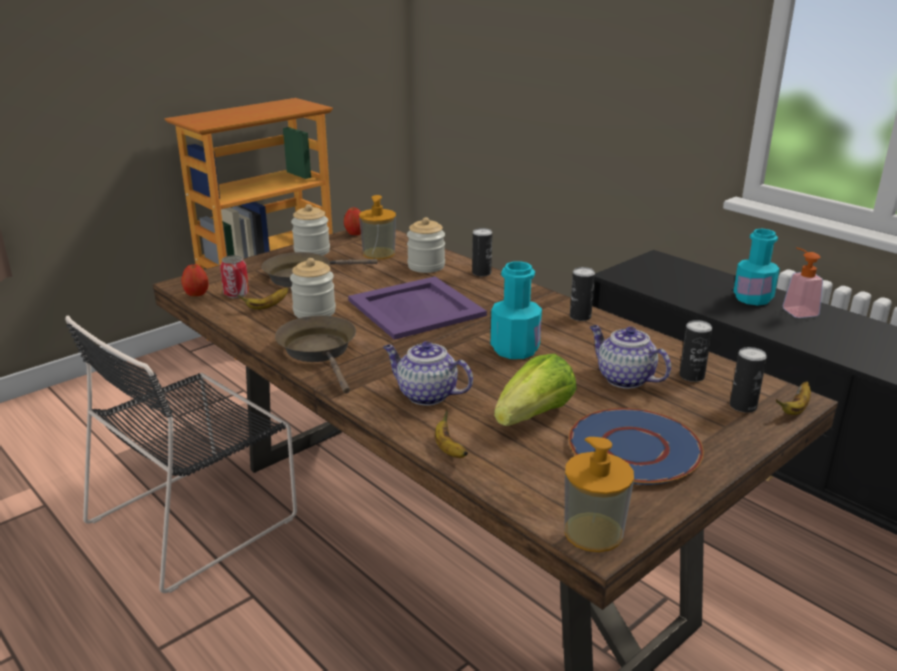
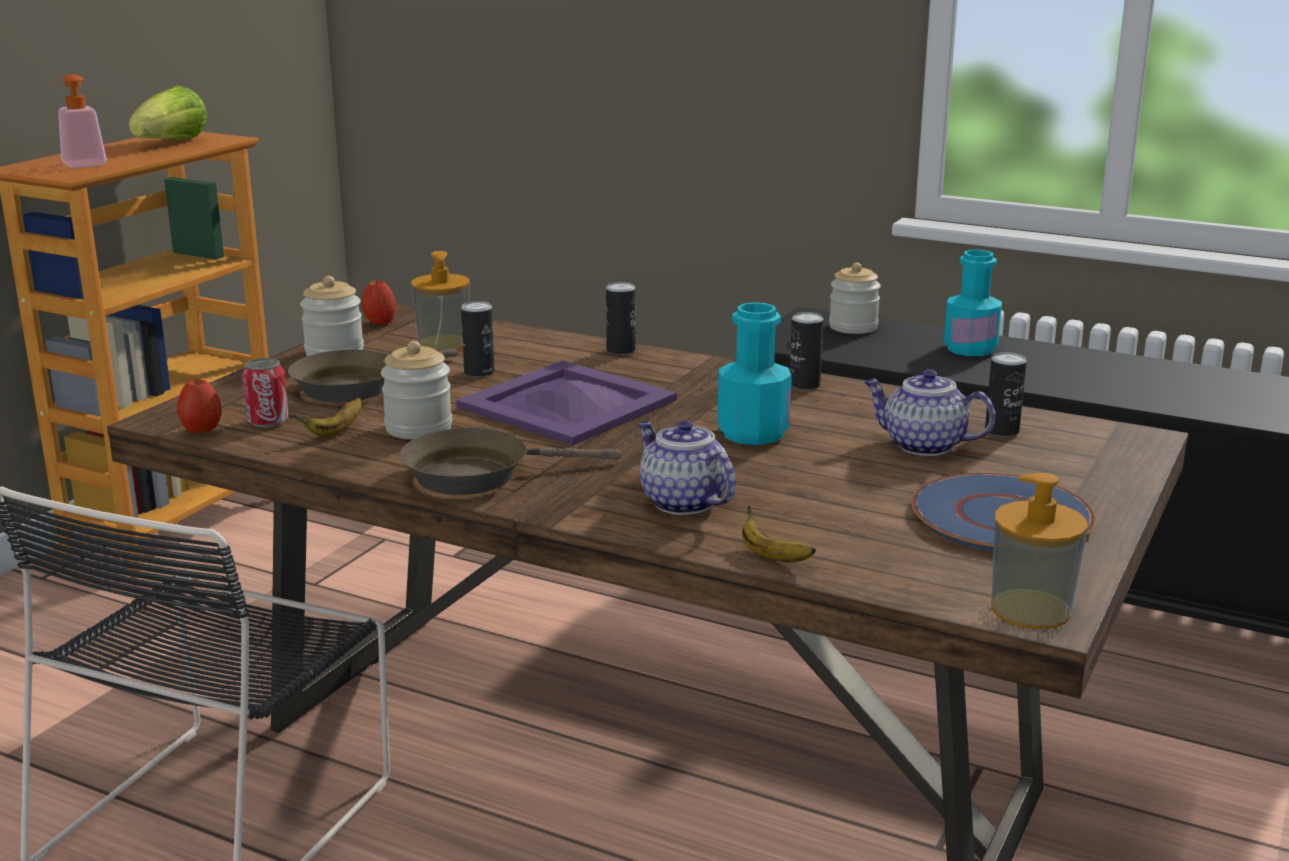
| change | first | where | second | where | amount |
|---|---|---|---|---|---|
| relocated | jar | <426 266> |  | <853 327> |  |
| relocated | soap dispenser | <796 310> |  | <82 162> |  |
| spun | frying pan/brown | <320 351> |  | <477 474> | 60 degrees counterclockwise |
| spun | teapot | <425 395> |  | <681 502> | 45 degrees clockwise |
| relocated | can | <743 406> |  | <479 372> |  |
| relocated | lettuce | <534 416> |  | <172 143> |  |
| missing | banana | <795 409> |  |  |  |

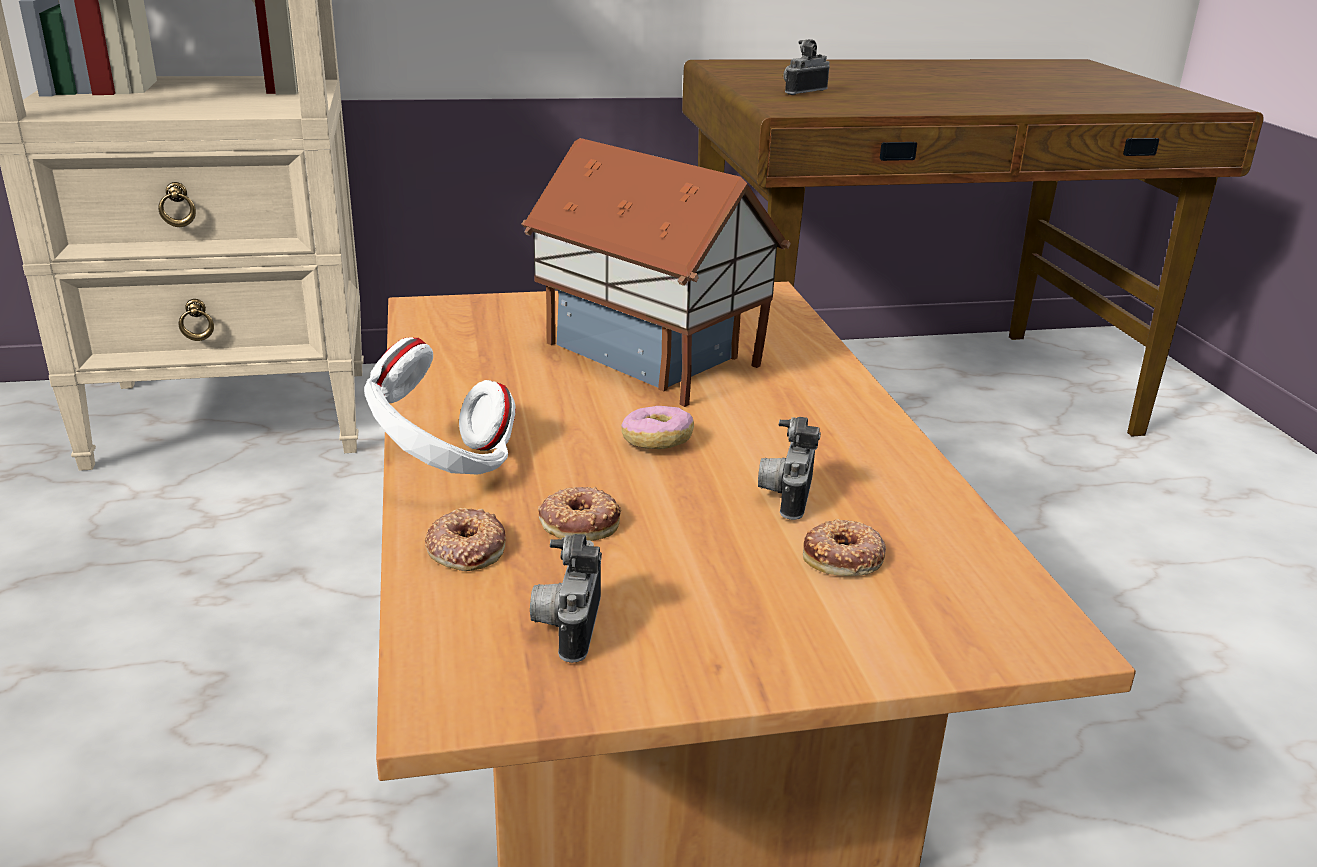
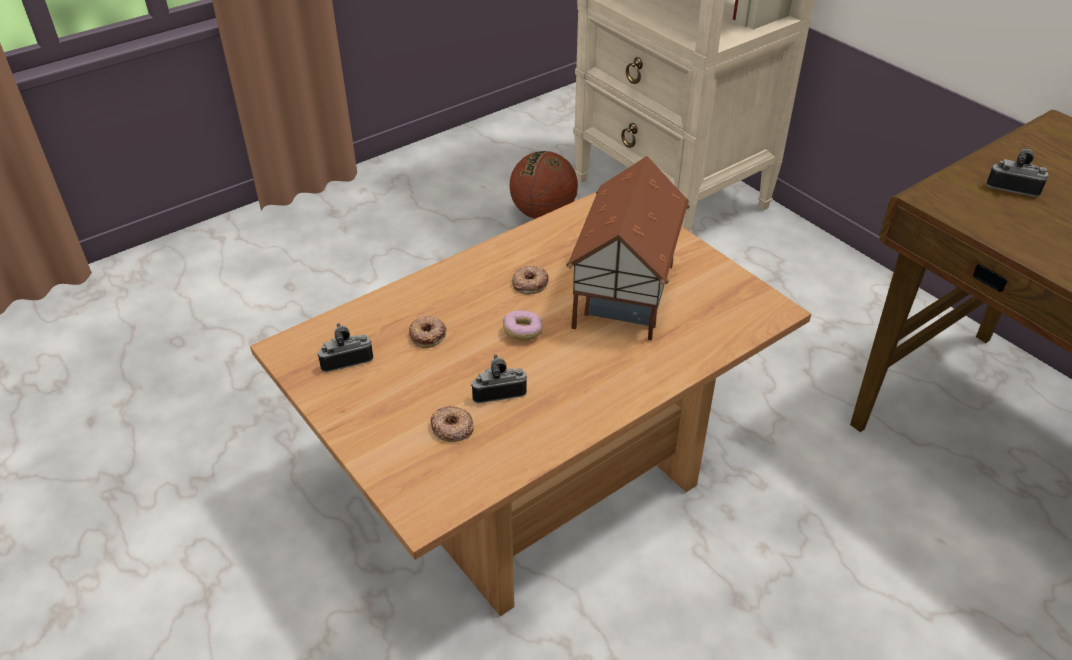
| change | first | where | second | where | amount |
|---|---|---|---|---|---|
| missing | headphones/white | <443 467> |  |  |  |
| relocated | donut | <466 548> |  | <529 283> |  |
| appeared |  |  | basketball | <543 213> |  |

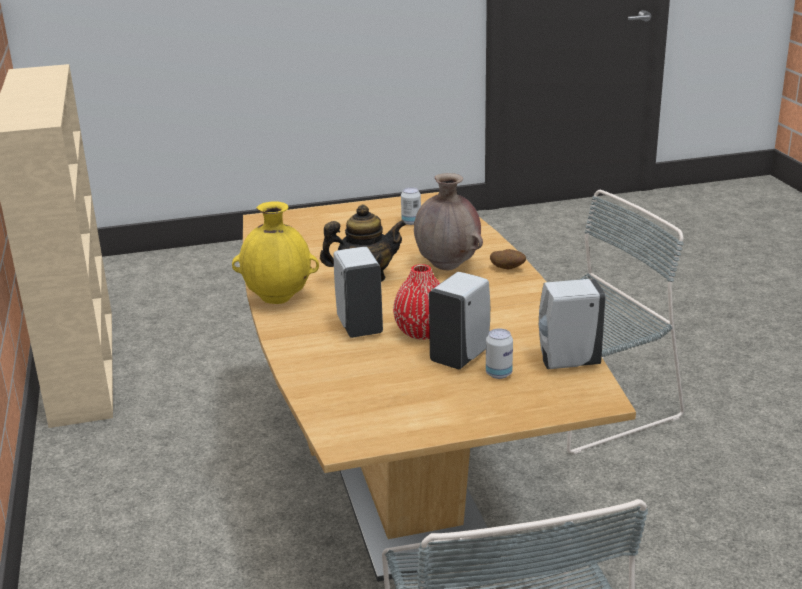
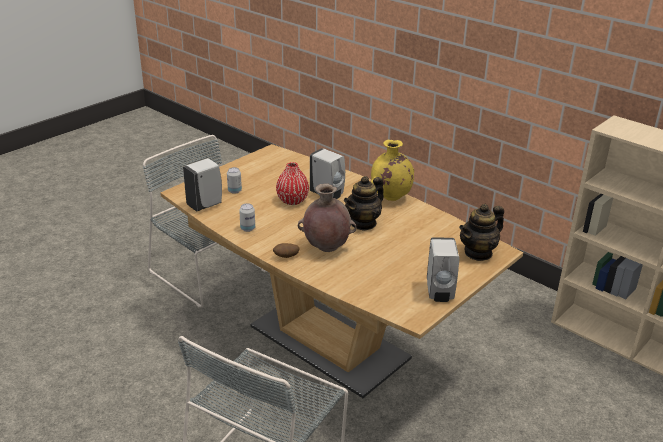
| change | first | where | second | where | amount |
|---|---|---|---|---|---|
| relocated | can | <411 222> |  | <247 229> |  |
| relocated | soap dispenser/white | <461 356> |  | <439 293> |  |
| appeared |  |  | teapot | <478 253> |  |

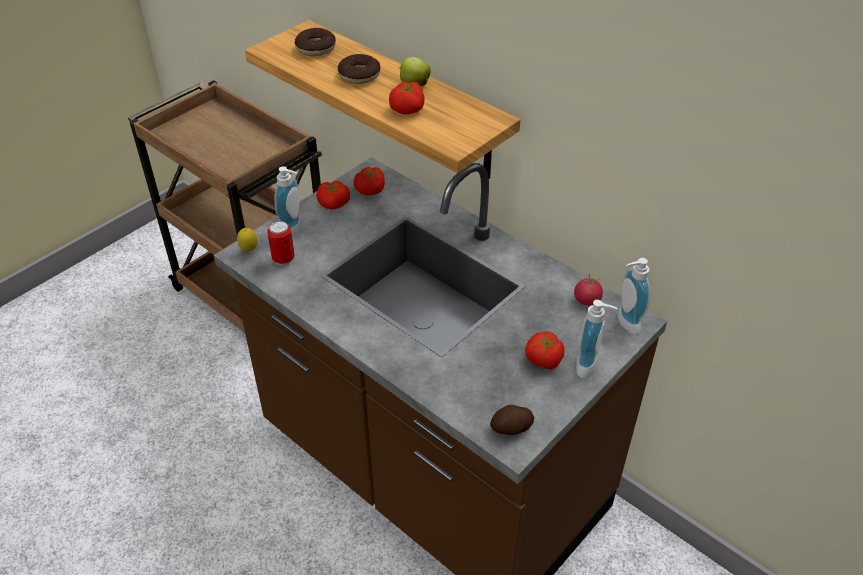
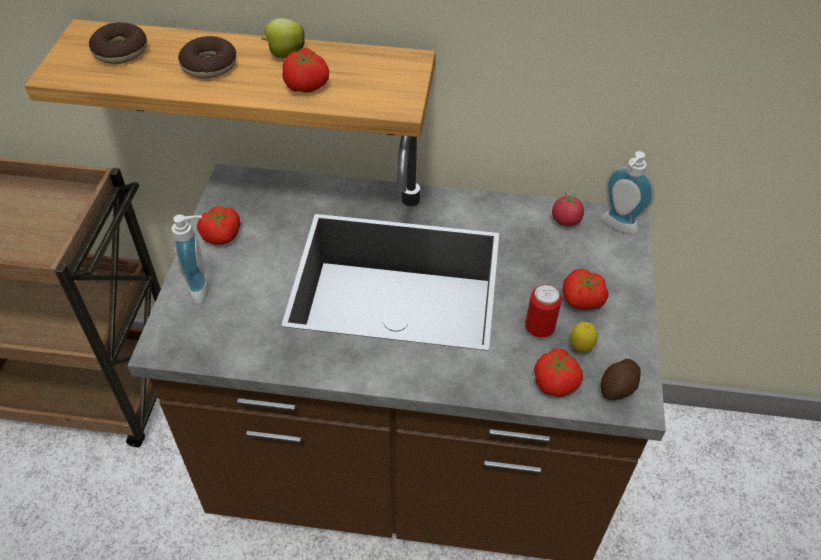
| change | first | where | second | where | amount |
|---|---|---|---|---|---|
| relocated | tomato | <371 190> |  | <556 382> |  |
| relocated | can | <283 259> |  | <539 329> |  |
| relocated | lemon | <249 250> |  | <580 348> |  |
| missing | soap dispenser | <590 366> |  |  |  |

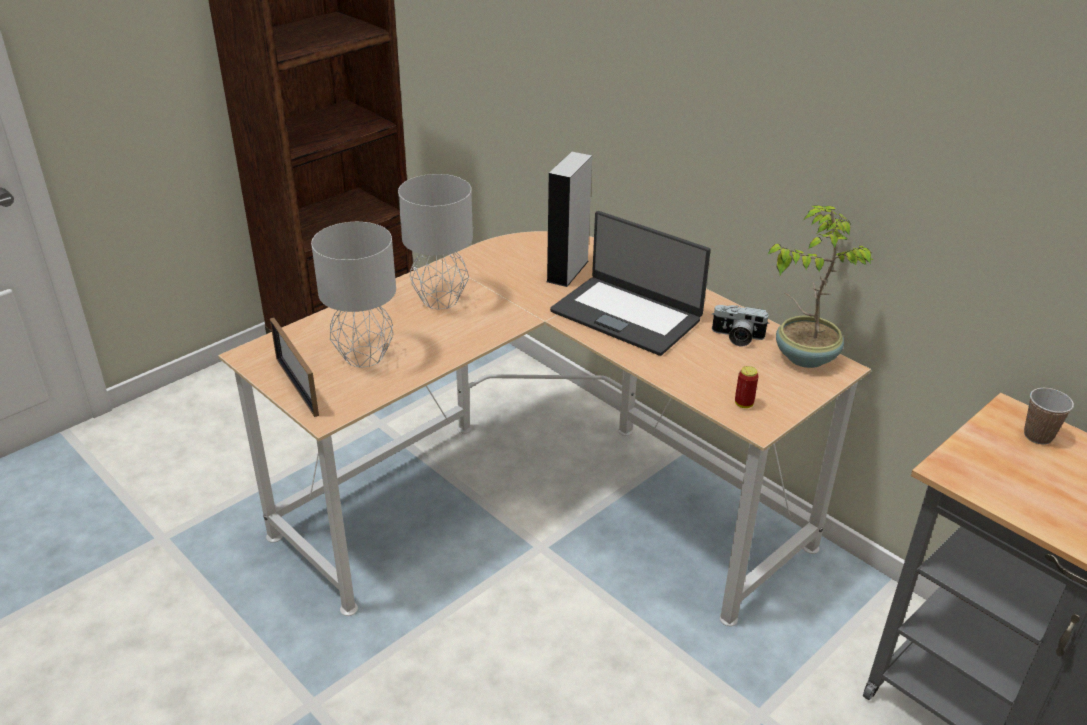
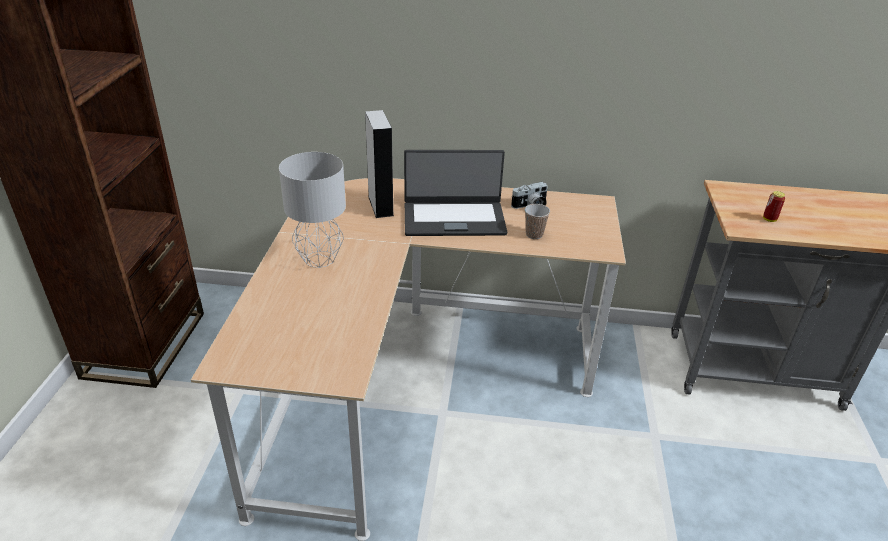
| change | first | where | second | where | amount |
|---|---|---|---|---|---|
| missing | potted plant | <804 356> |  |  |  |
| missing | table lamp/grey | <365 357> |  |  |  |
| missing | picture frame | <297 386> |  |  |  |
| relocated | can | <743 404> |  | <769 219> |  |
| relocated | cup | <1038 436> |  | <534 235> |  |

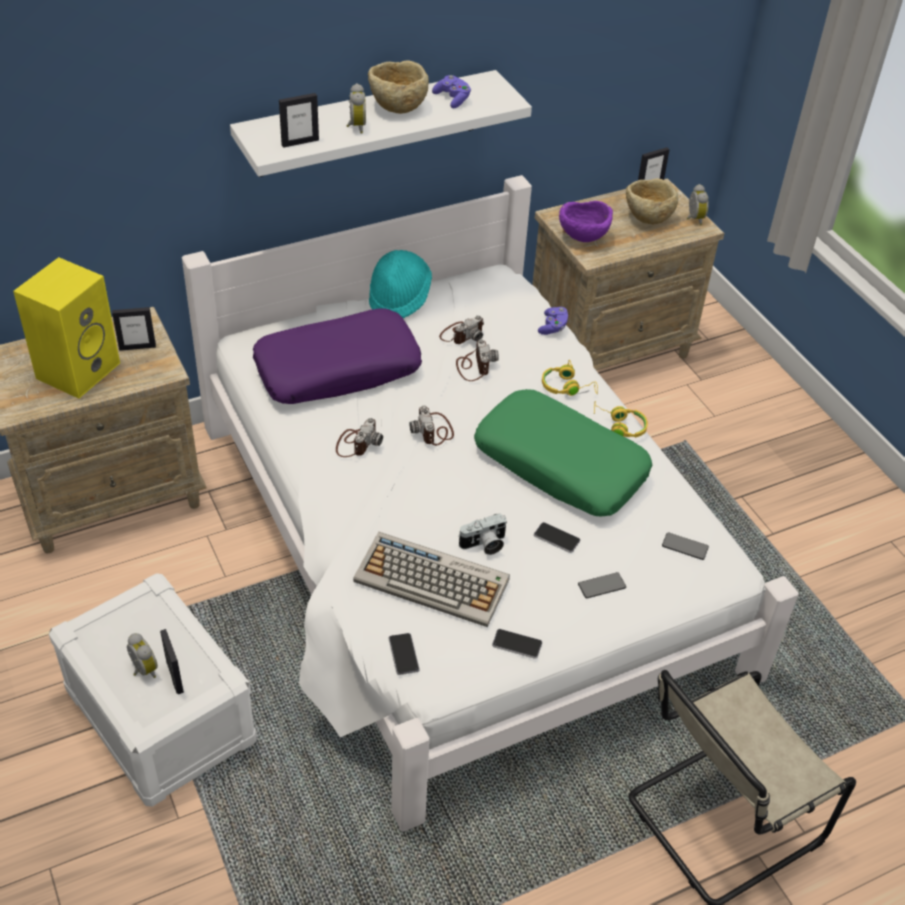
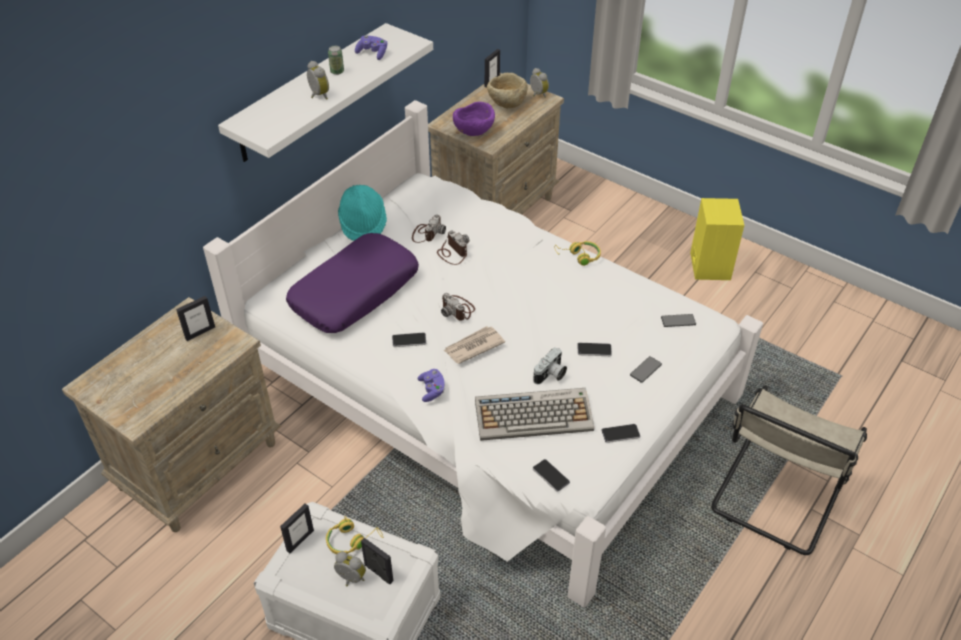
| change | first | where | second | where | amount |
|---|---|---|---|---|---|
| exchanged | bowl/beige | <397 107> | can | <337 72> |  |
| relocated | picture frame | <300 142> |  | <300 540> |  |
| relocated | speaker/yellow | <78 369> |  | <709 265> |  |
| relocated | game controller/purple | <553 327> |  | <432 390> |  |
| relocated | headphones/yellow | <567 387> |  | <352 540> |  |
| missing | pillow/green | <561 465> |  |  |  |
| exchanged | photo camera | <357 443> | phone | <409 340> |  |
| appeared |  |  | newspaper | <473 346> |  |

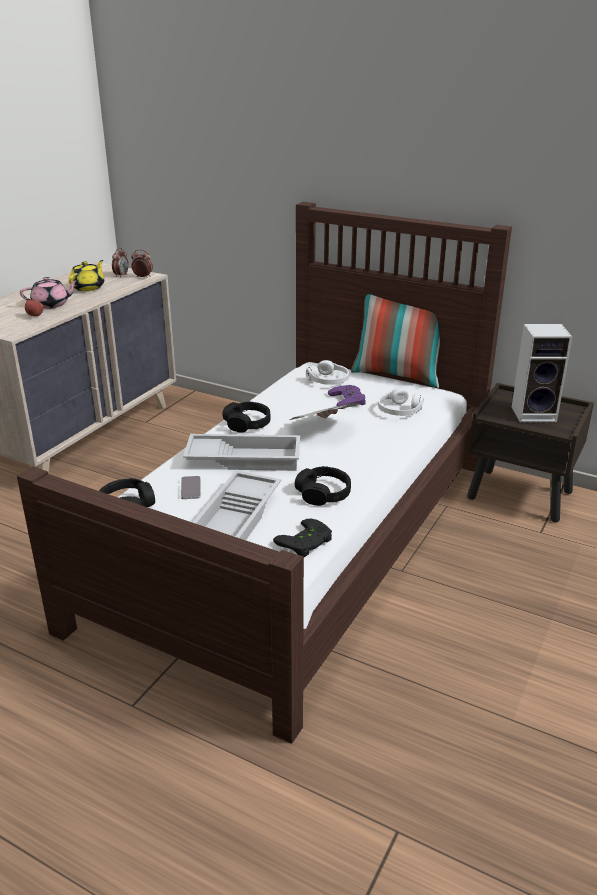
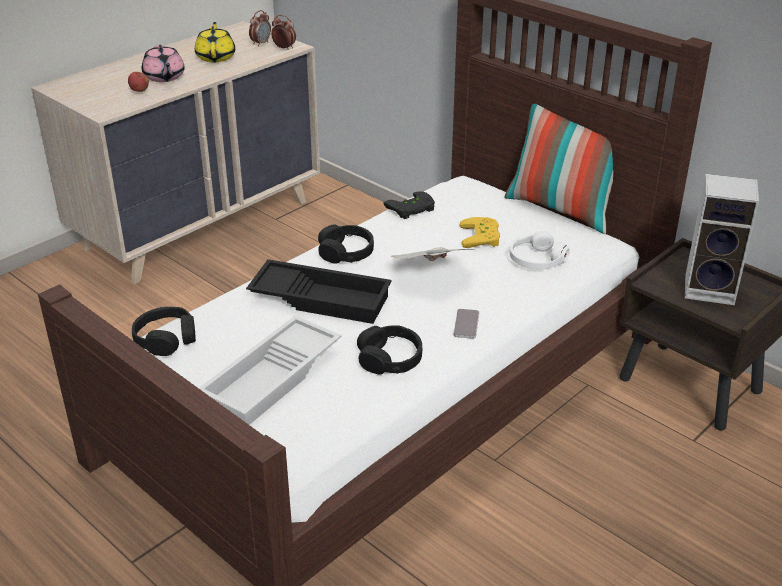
| change | first | where | second | where | amount |
|---|---|---|---|---|---|
| spun | teapot/yellow | <88 287> |  | <216 57> | 45 degrees counterclockwise |
| spun | teapot/pink | <51 305> |  | <164 77> | 75 degrees clockwise |
| missing | headphones/white | <328 380> |  |  |  |
| colour | game controller/purple | <350 400> | game controller/yellow | <483 237> |  |
| colour | tray/white | <245 458> | tray/black | <322 298> |  |
| relocated | phone | <190 488> |  | <466 324> |  |
| relocated | game controller/black | <306 543> |  | <411 209> |  |

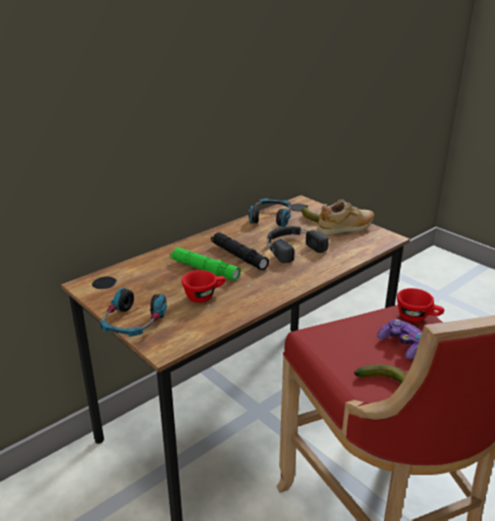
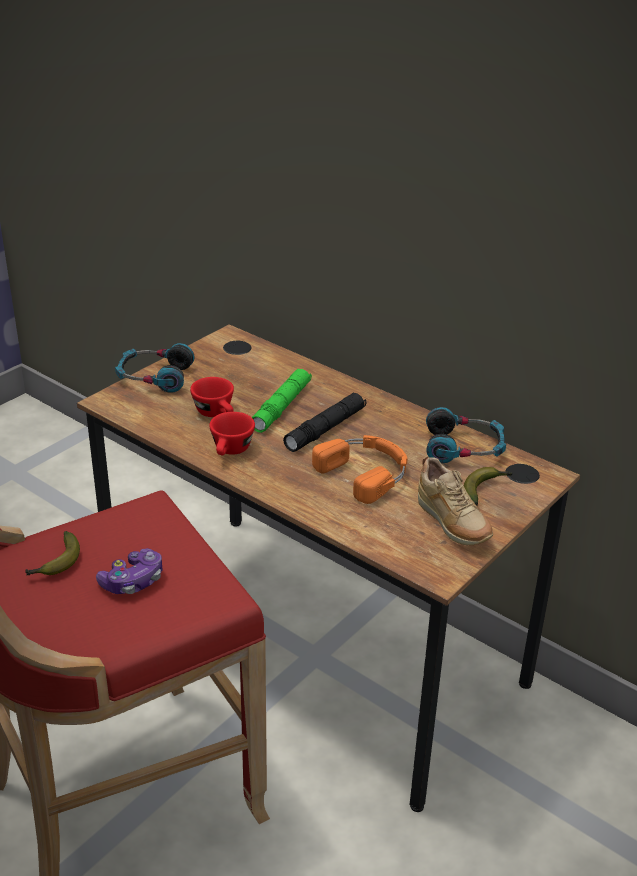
| change | first | where | second | where | amount |
|---|---|---|---|---|---|
| colour | headphones/black | <292 247> | headphones/orange | <366 472> |  |
| relocated | cup/red | <417 317> |  | <231 451> |  |

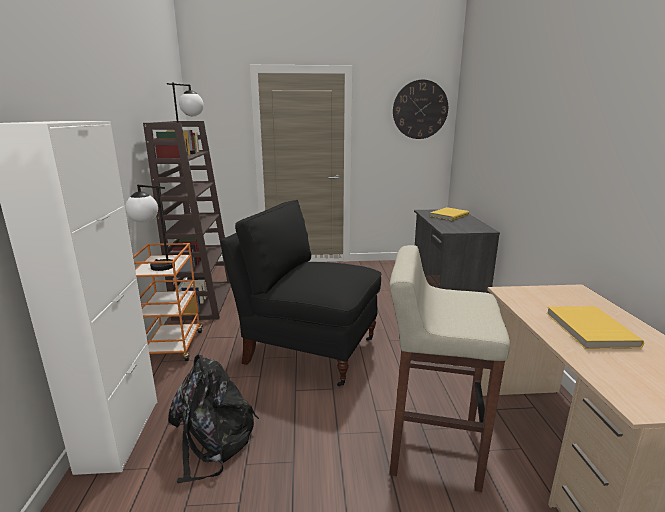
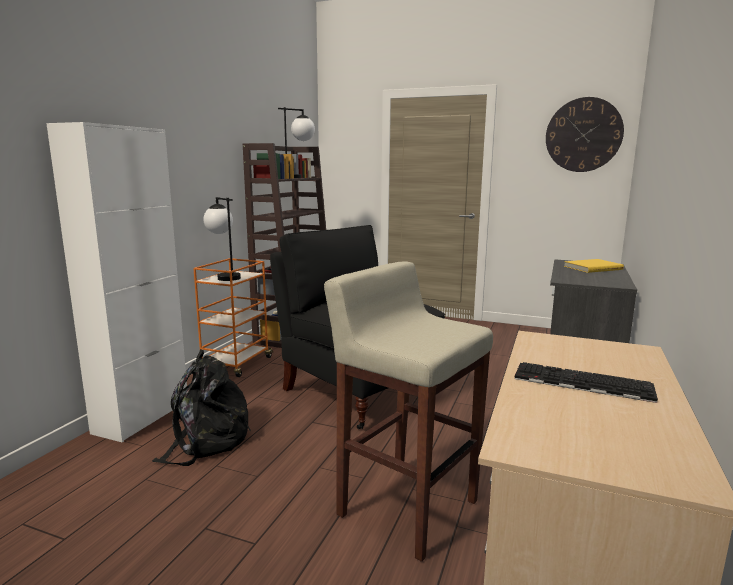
| change | first | where | second | where | amount |
|---|---|---|---|---|---|
| exchanged | book/yellow | <588 329> | keyboard | <581 382> |  |

